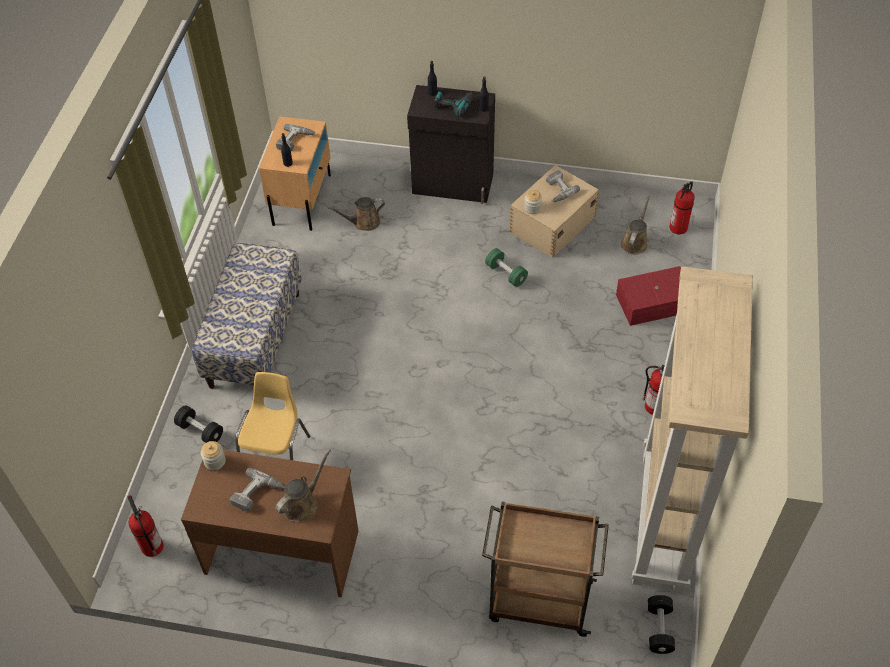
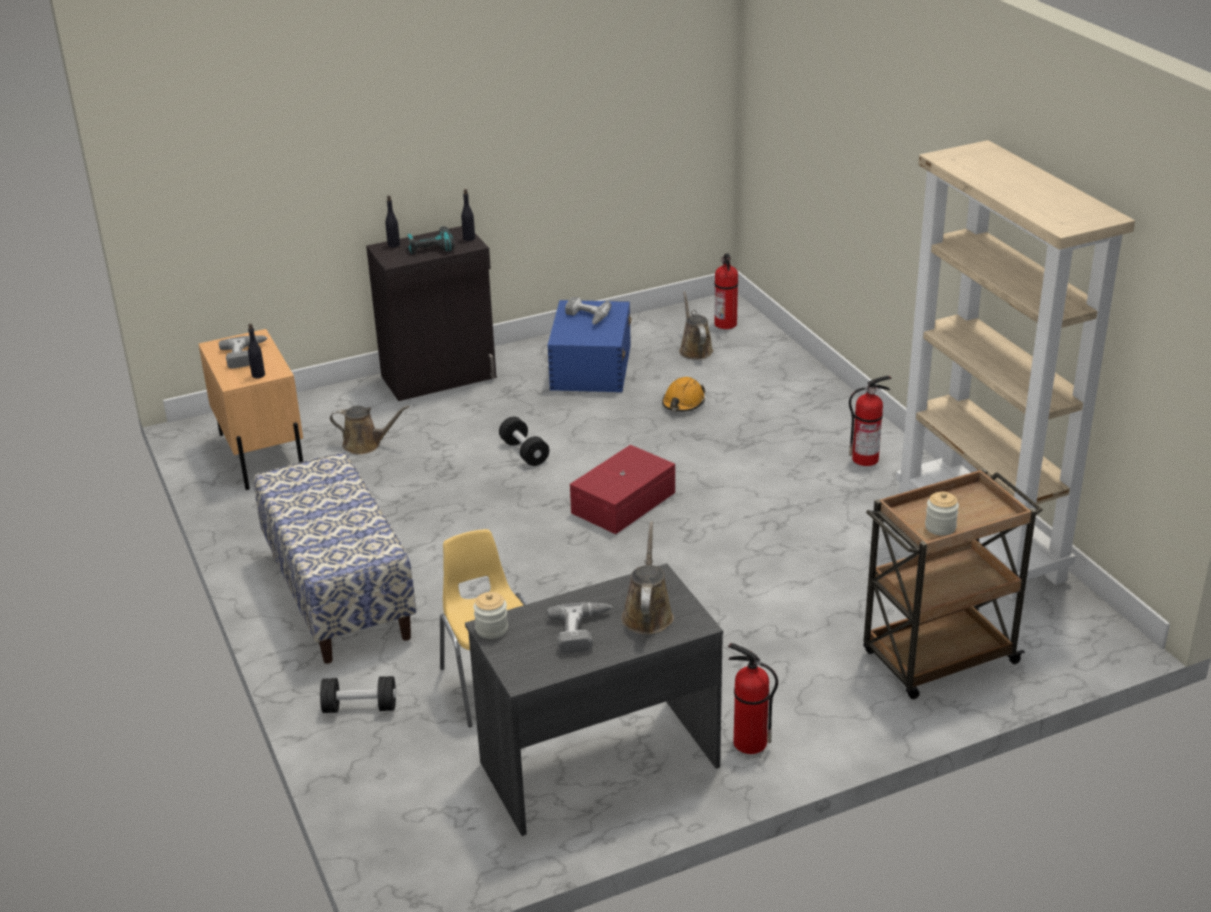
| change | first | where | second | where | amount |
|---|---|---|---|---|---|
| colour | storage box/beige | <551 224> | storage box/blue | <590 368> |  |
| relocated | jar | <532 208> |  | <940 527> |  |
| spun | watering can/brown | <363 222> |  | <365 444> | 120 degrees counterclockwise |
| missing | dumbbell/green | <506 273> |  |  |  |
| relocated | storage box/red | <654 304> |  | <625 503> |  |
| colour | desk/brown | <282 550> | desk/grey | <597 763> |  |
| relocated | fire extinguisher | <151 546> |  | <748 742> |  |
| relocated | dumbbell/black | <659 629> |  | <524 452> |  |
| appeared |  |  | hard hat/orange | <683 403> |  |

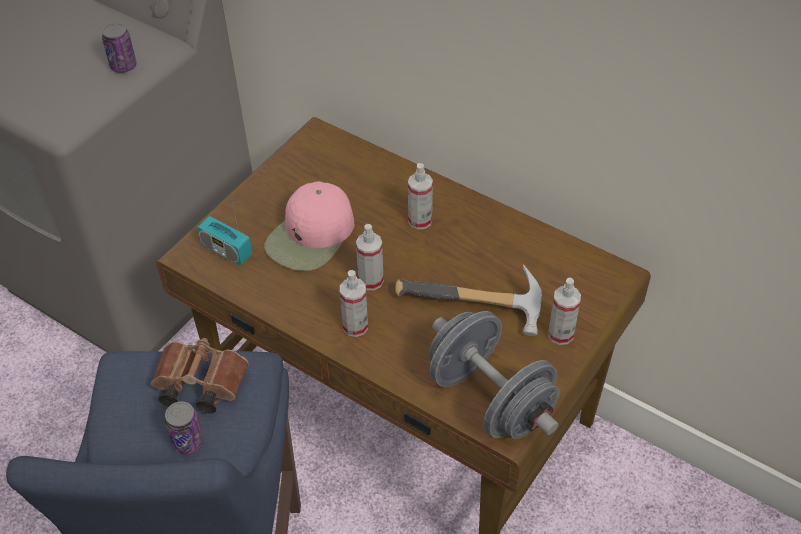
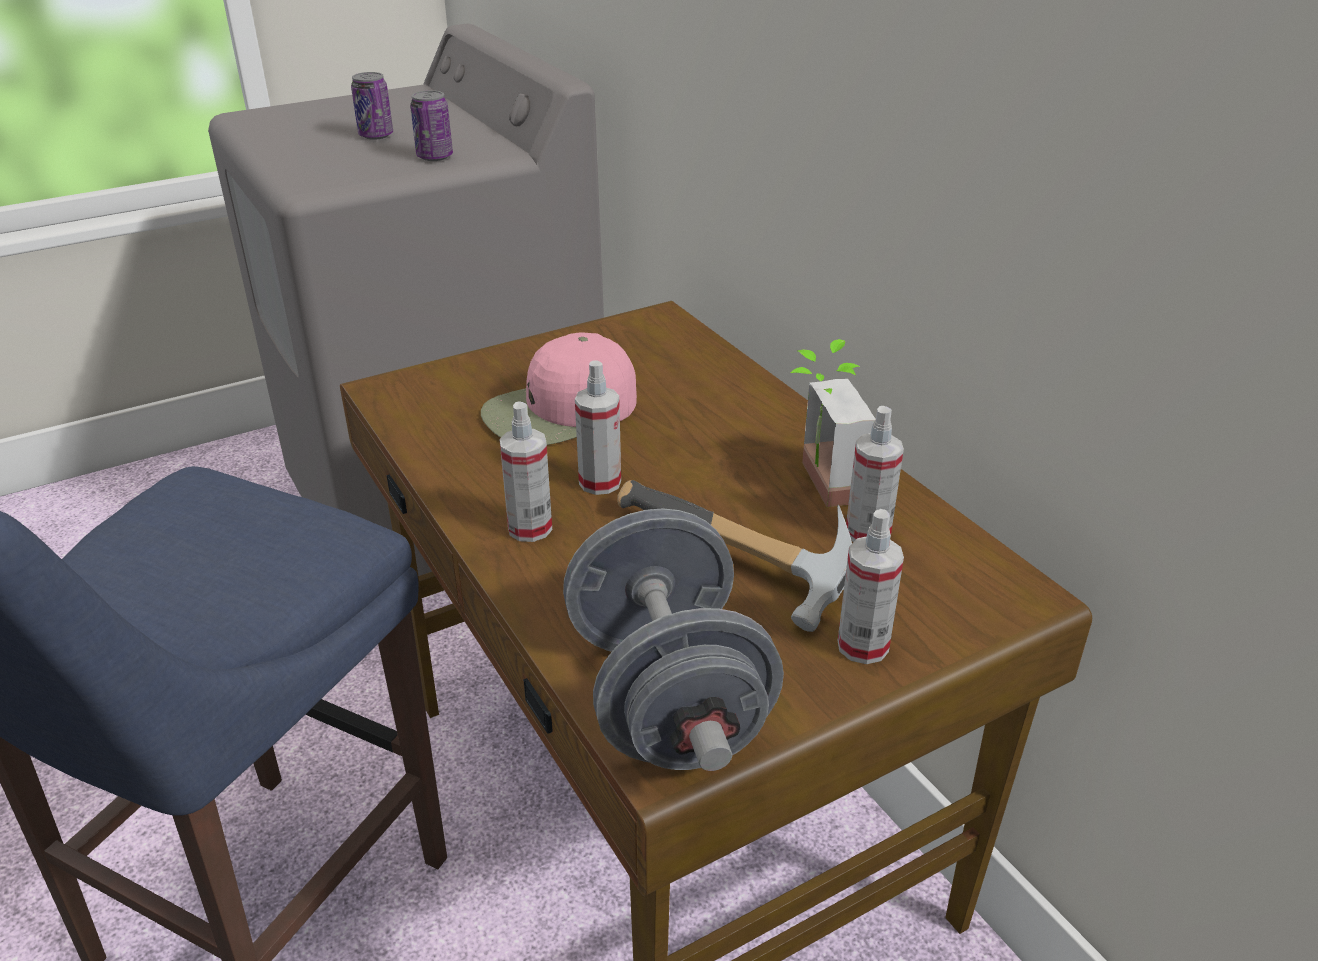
| change | first | where | second | where | amount |
|---|---|---|---|---|---|
| relocated | spray bottle | <420 220> |  | <867 533> |  |
| missing | radio | <226 250> |  |  |  |
| missing | binoculars/brown | <198 385> |  |  |  |
| relocated | can | <188 442> |  | <376 135> |  |
| appeared |  |  | potted plant | <816 484> |  |

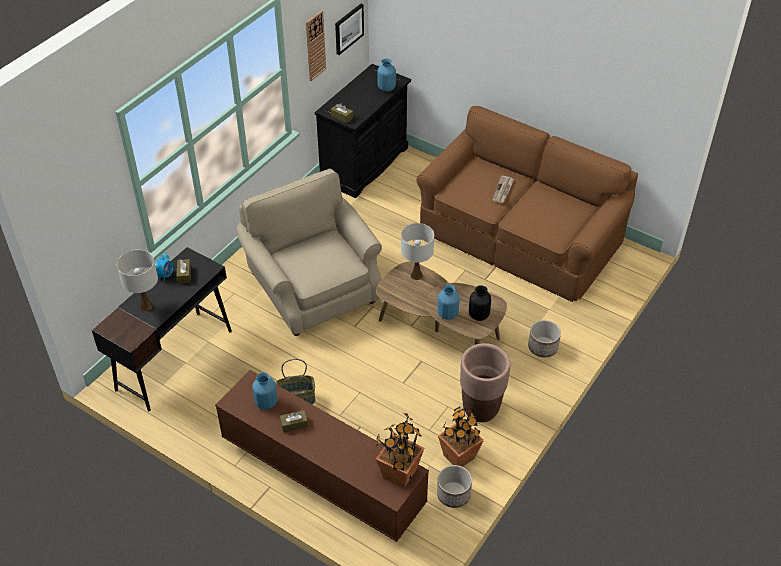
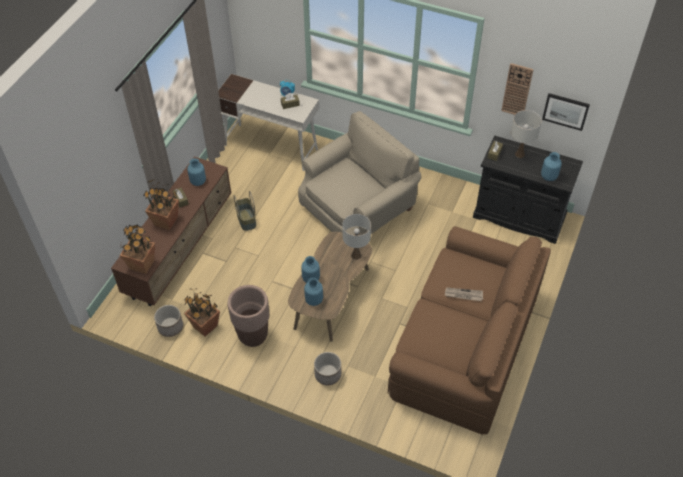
| change | first | where | second | where | amount |
|---|---|---|---|---|---|
| colour | desk/black | <175 359> | desk/white | <271 147> |  |
| relocated | table lamp/white | <146 306> |  | <519 154> |  |
| colour | vase/black | <478 315> | vase/blue | <314 300> |  |
| appeared |  |  | potted plant | <166 221> |  |

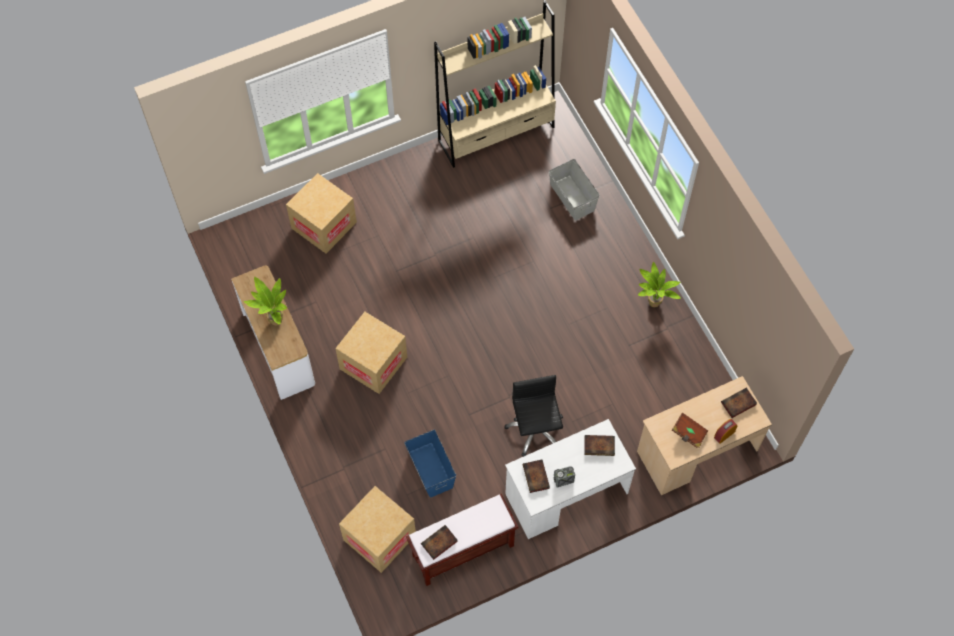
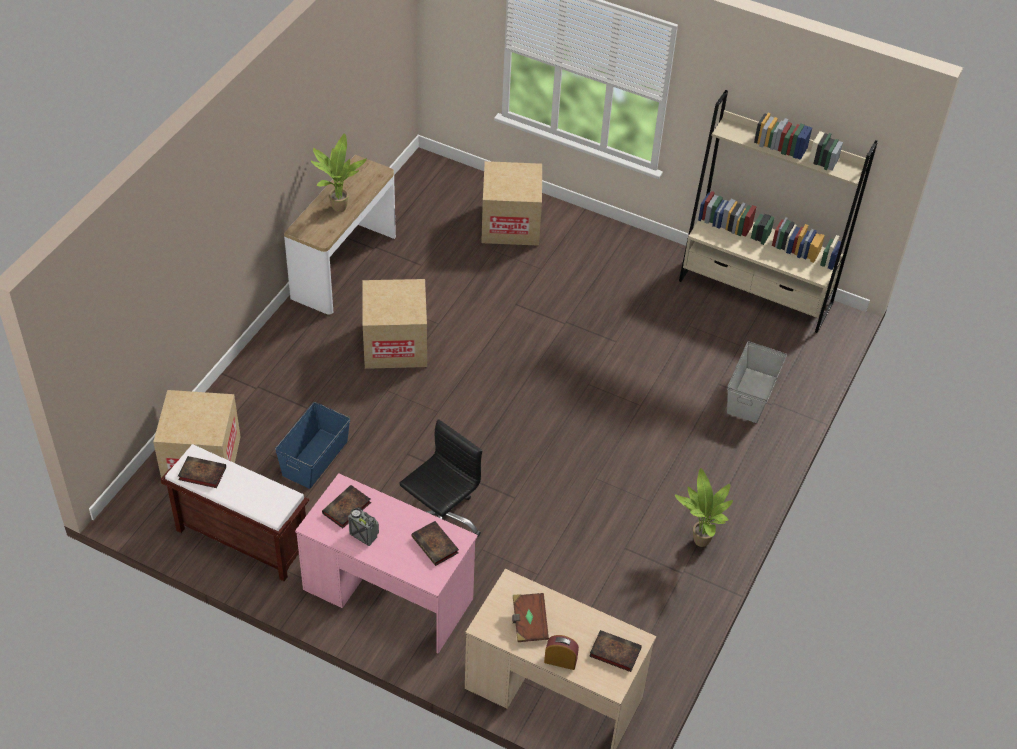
| change | first | where | second | where | amount |
|---|---|---|---|---|---|
| colour | desk/white | <566 494> | desk/pink | <388 594> |  |

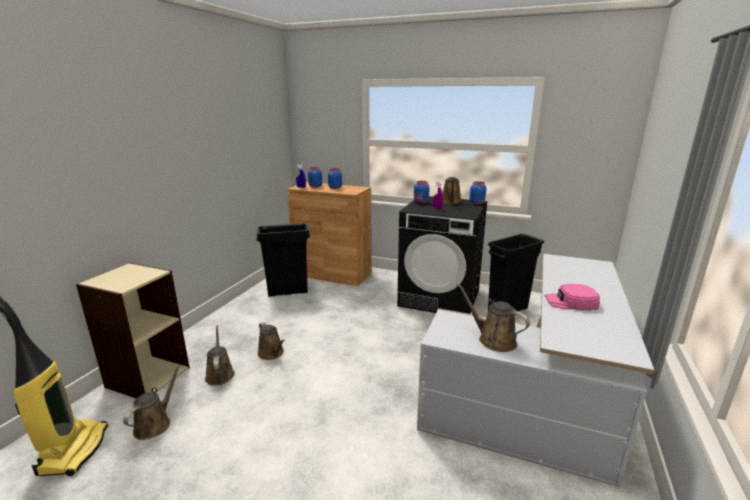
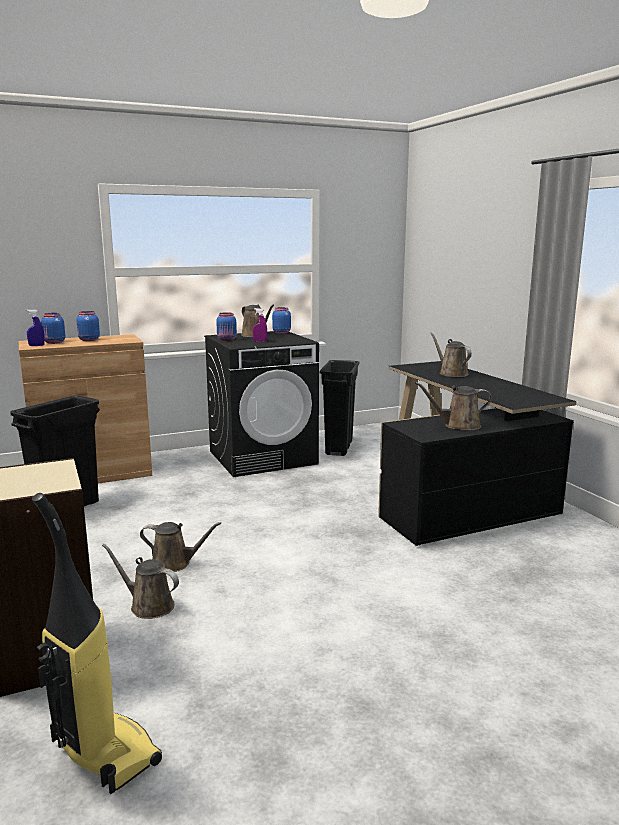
| change | first | where | second | where | amount |
|---|---|---|---|---|---|
| colour | desk/white | <539 402> | desk/black | <458 494> |  |
| missing | cap/pink | <571 302> |  |  |  |
| relocated | watering can/brown | <155 424> |  | <451 373> |  |

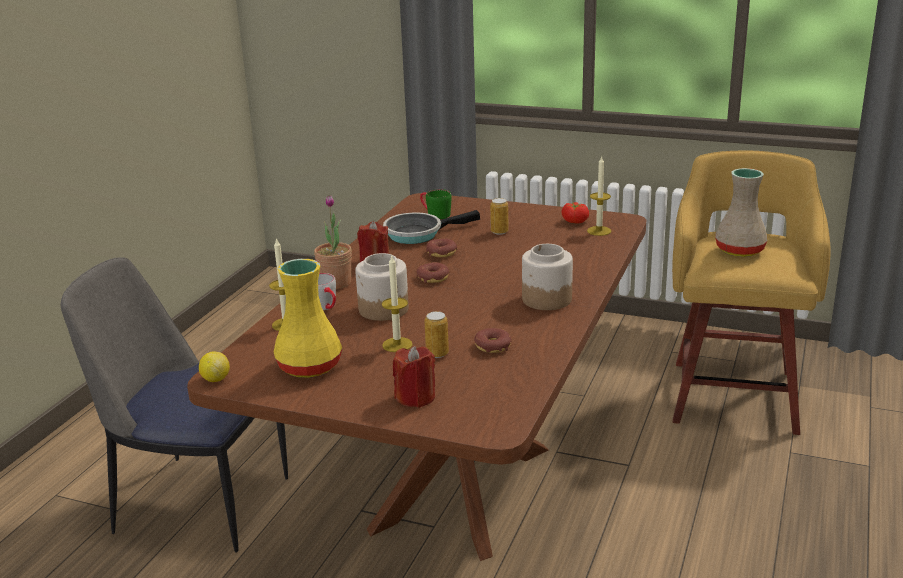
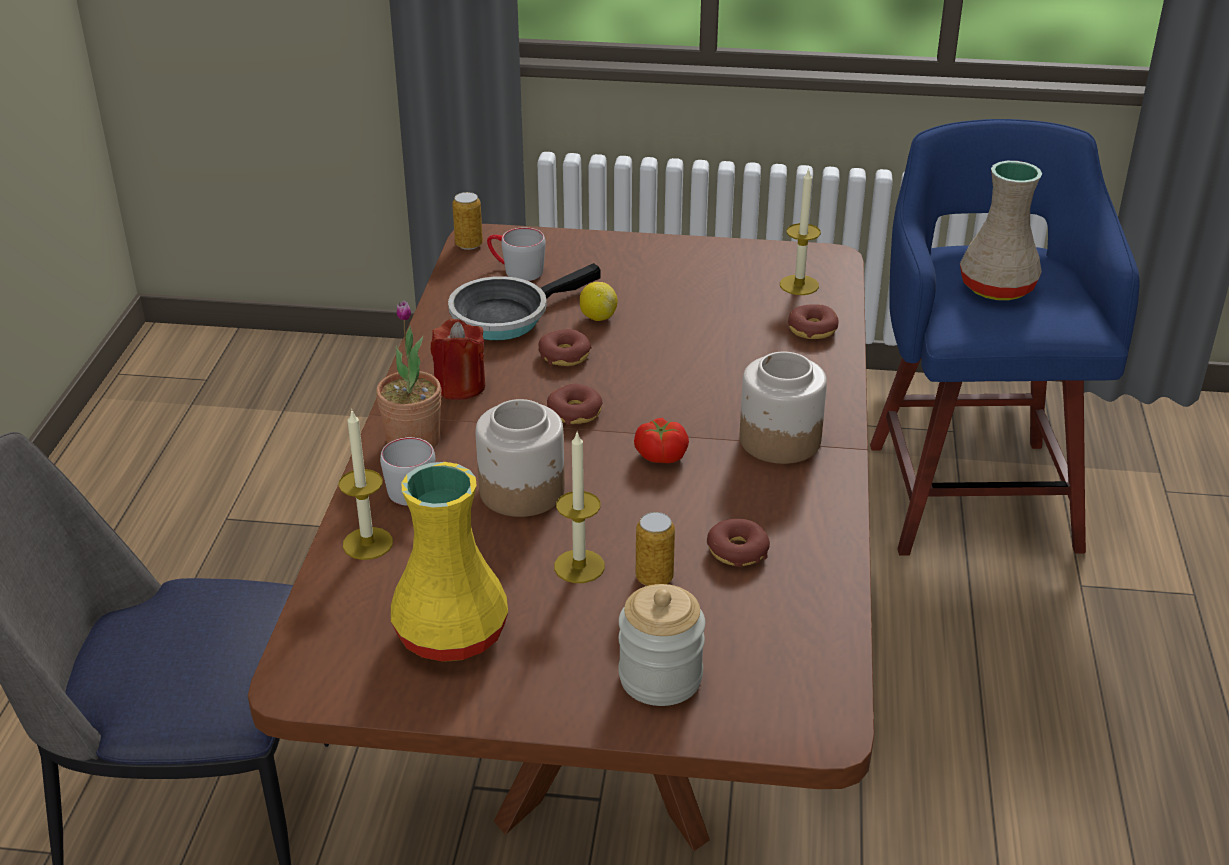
| change | first | where | second | where | amount |
|---|---|---|---|---|---|
| colour | stool/yellow | <735 393> | stool/blue | <972 491> |  |
| colour | mug/green | <434 214> | mug/grey | <515 270> |  |
| relocated | can | <499 232> |  | <469 244> |  |
| relocated | tomato | <575 221> |  | <661 455> |  |
| exchanged | candle/red | <415 397> | jar | <660 678> |  |
| relocated | lemon | <215 379> |  | <598 317> |  |
| appeared |  |  | donut | <812 329> |  |

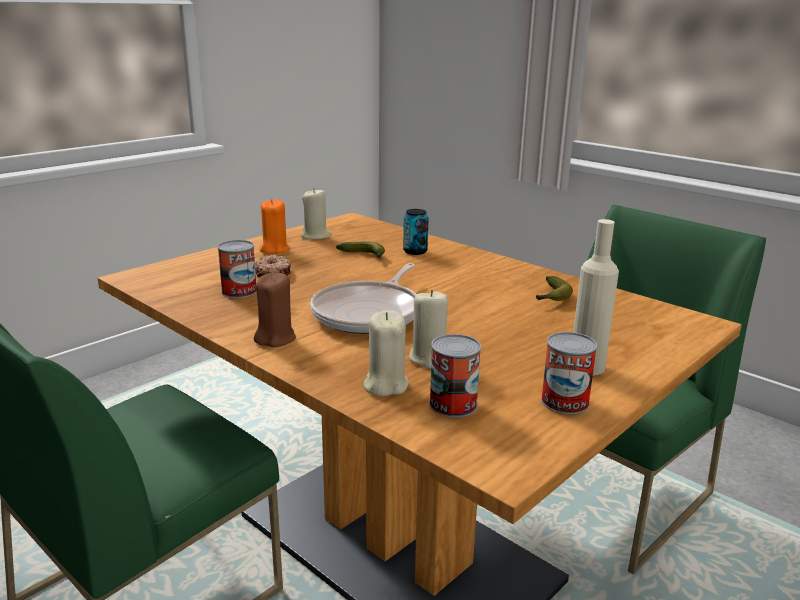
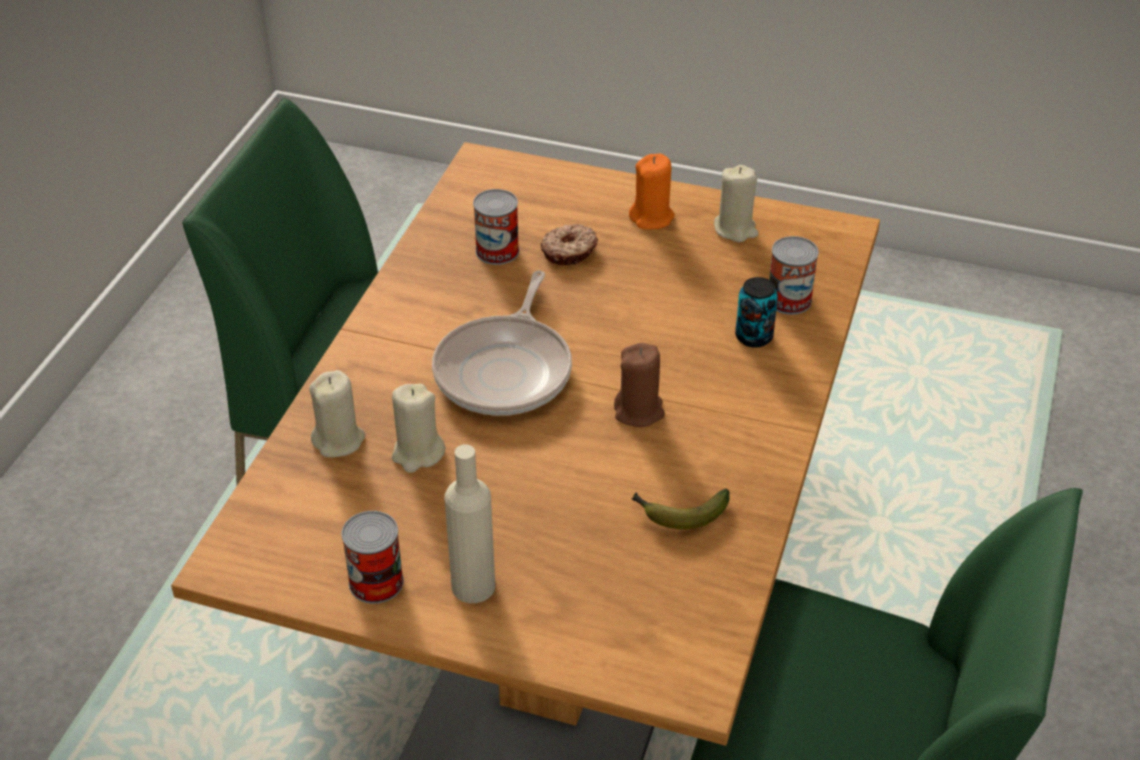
| change | first | where | second | where | amount |
|---|---|---|---|---|---|
| missing | banana | <365 256> |  |  |  |
| spun | frying pan | <370 313> |  | <506 370> | 75 degrees counterclockwise |
| relocated | candle/brown | <275 338> |  | <639 411> |  |
| relocated | can | <453 404> |  | <789 300> |  |

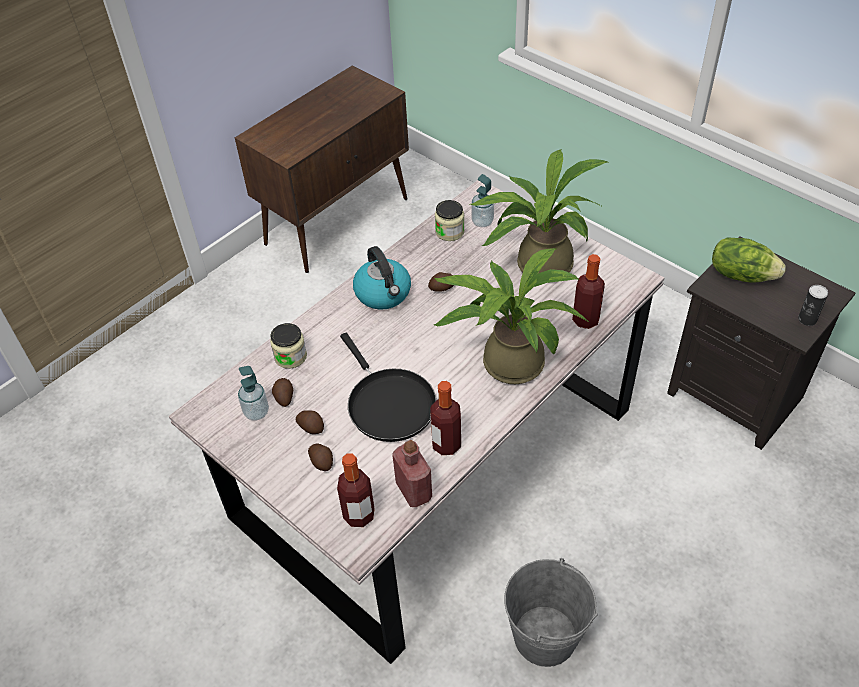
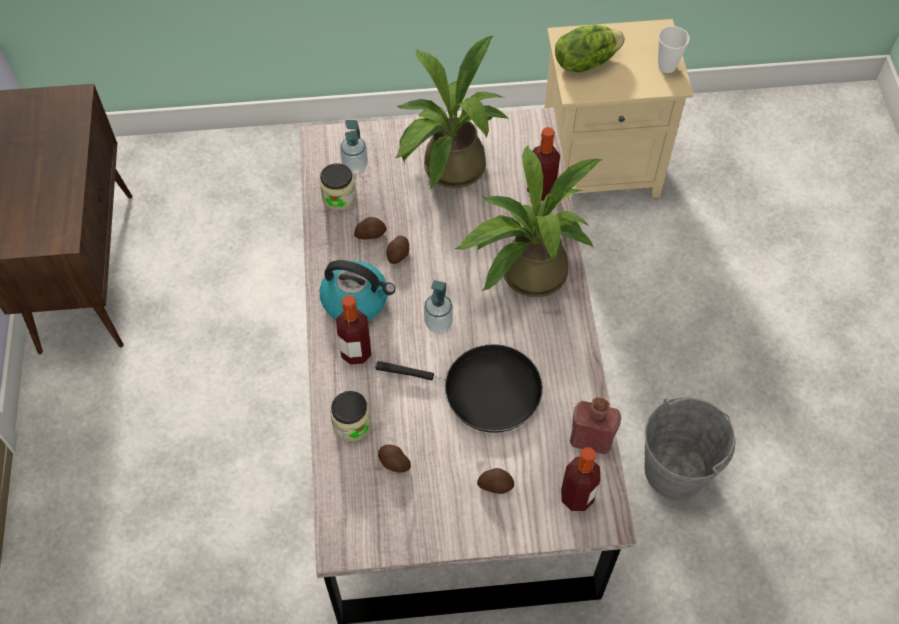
| change | first | where | second | where | amount |
|---|---|---|---|---|---|
| colour | nightstand/black | <737 395> | nightstand/beige | <600 166> |  |
| exchanged | can | <807 319> | cup | <667 66> |  |
| relocated | soap dispenser | <256 412> |  | <438 323> |  |
| relocated | bottle | <446 444> |  | <356 352> |  |
| relocated | potato | <311 426> |  | <370 233> |  |

